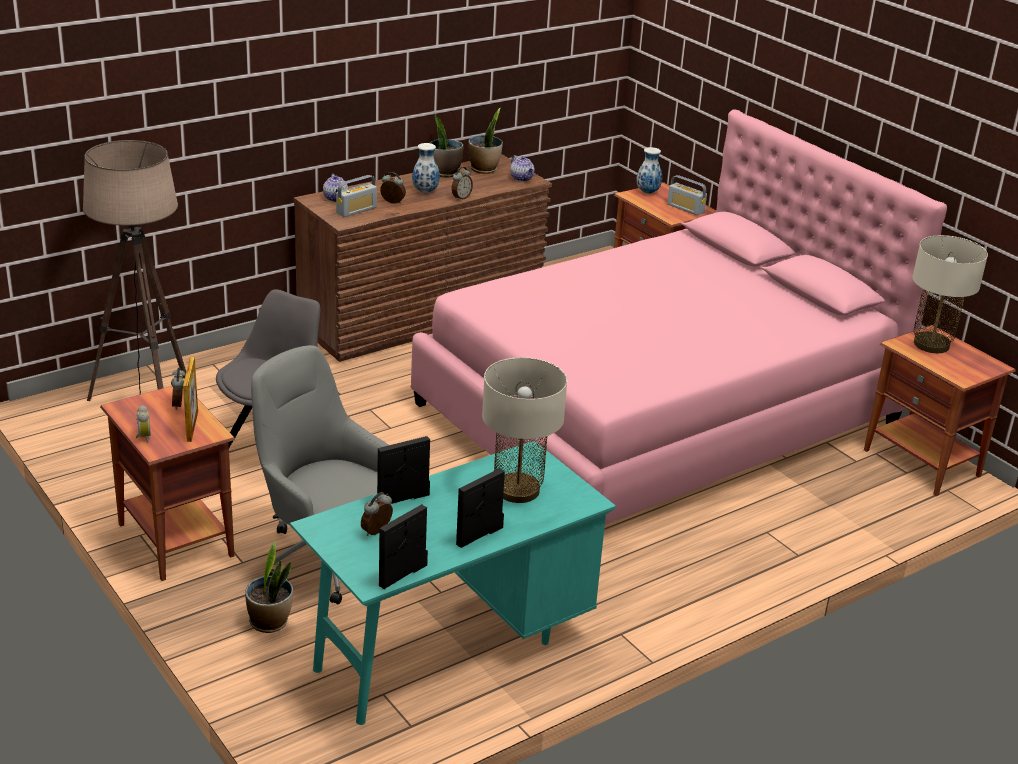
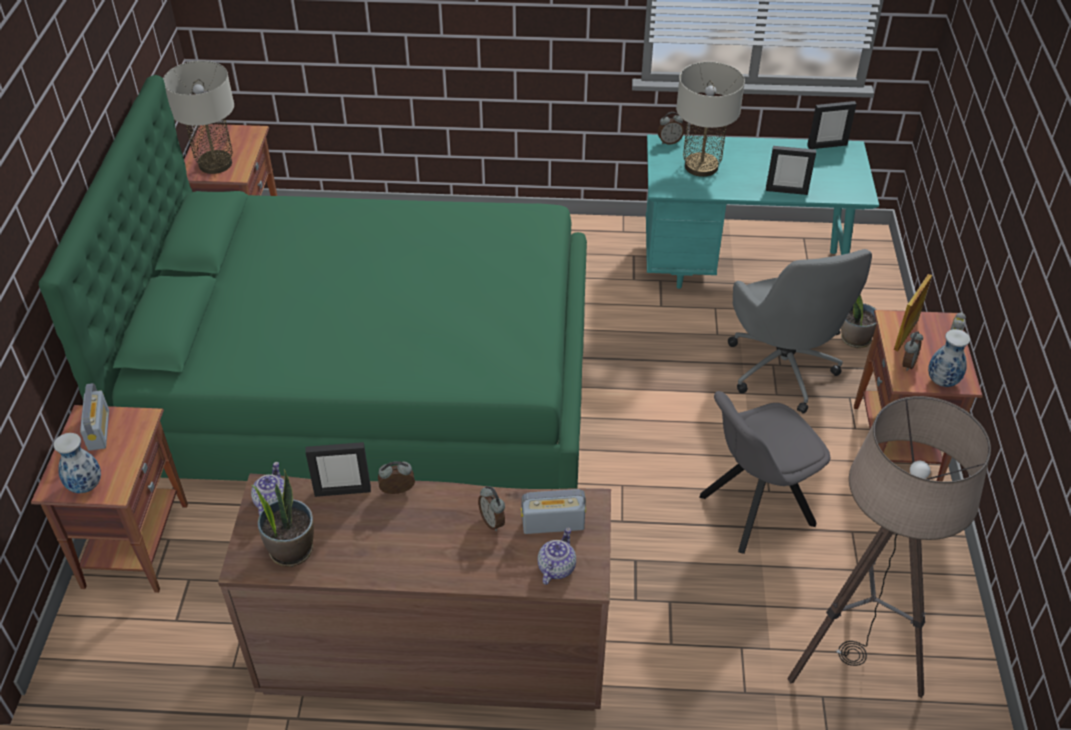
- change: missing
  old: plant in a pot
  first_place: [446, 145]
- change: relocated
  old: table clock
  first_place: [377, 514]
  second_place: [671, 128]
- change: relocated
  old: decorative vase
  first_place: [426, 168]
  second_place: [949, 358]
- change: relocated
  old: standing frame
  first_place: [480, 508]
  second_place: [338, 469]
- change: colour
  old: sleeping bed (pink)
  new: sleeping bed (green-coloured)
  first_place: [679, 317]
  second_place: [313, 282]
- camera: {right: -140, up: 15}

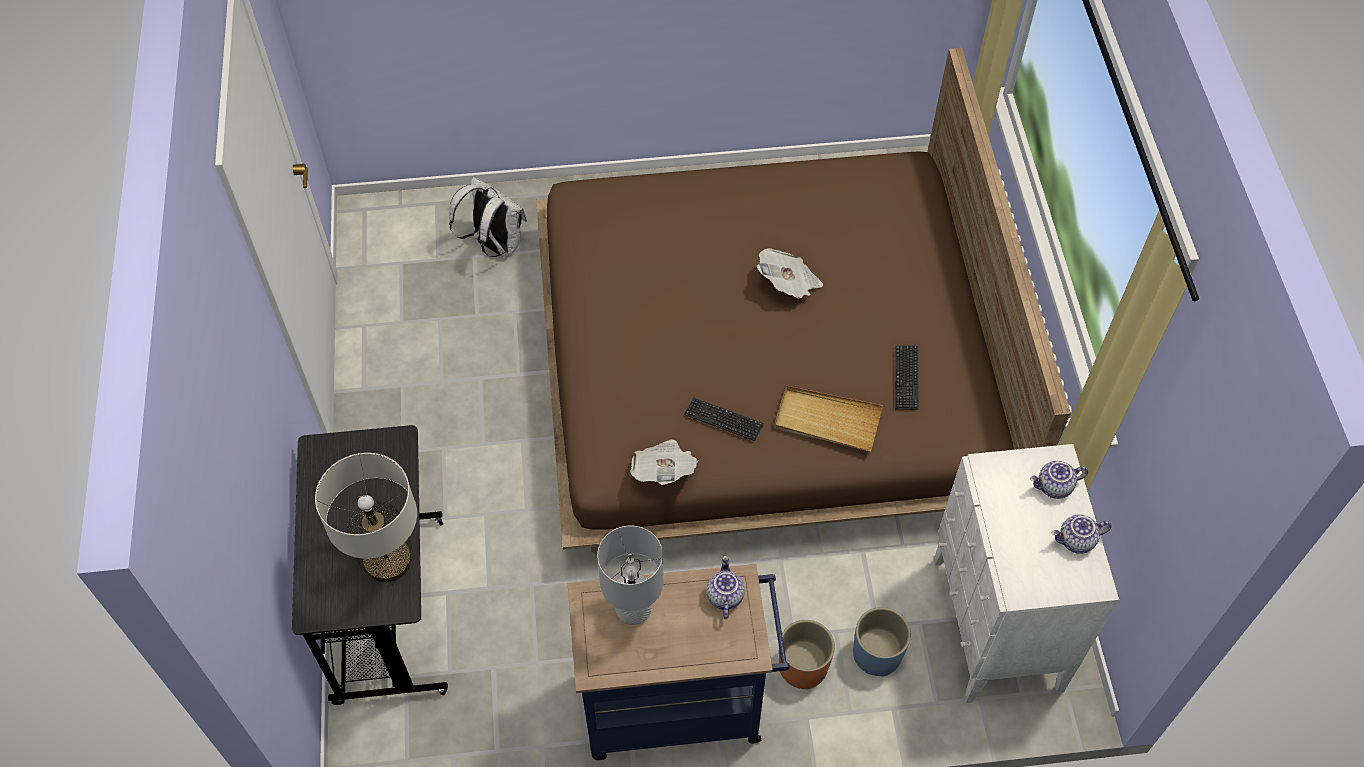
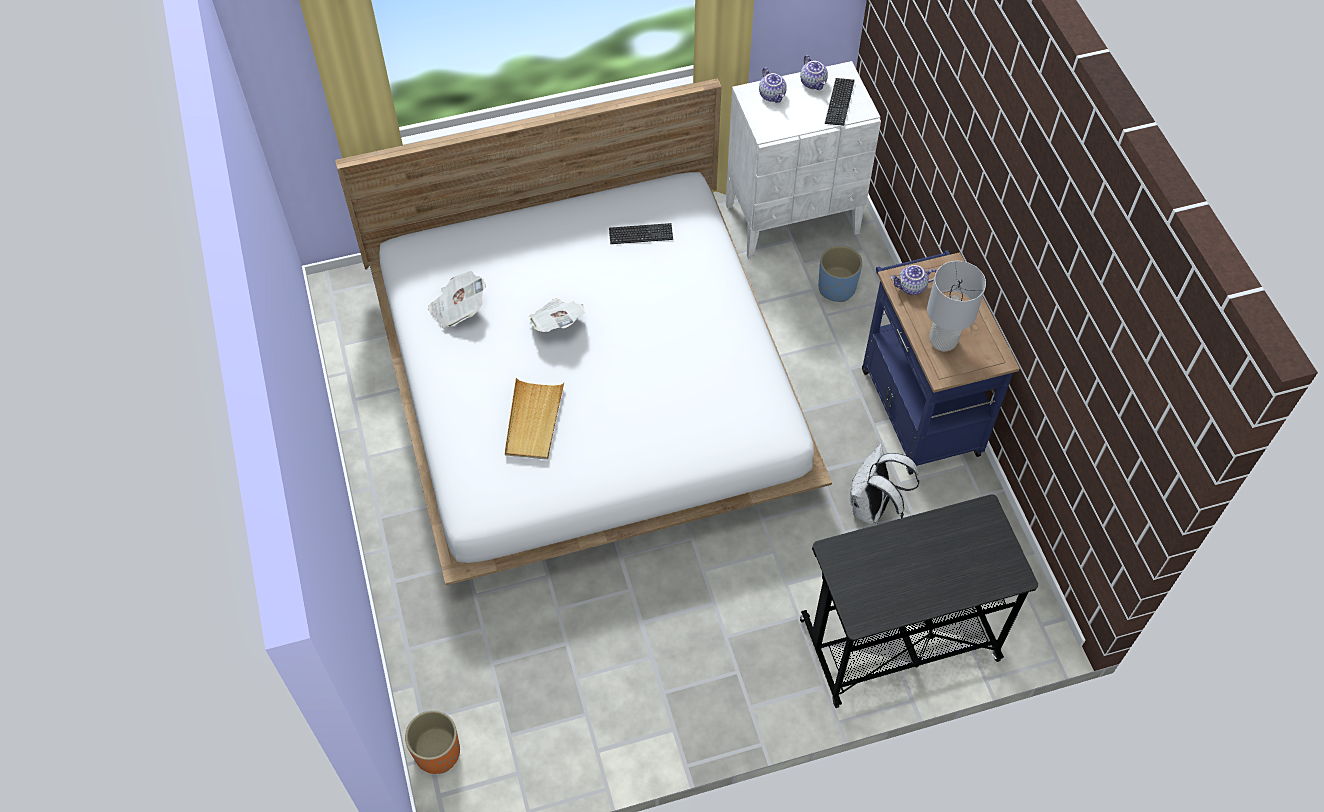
- change: missing
  old: tabletop lamp
  first_place: [366, 517]
- change: relocated
  old: rucksack (white-coloured)
  first_place: [488, 217]
  second_place: [884, 484]
- change: relocated
  old: daily paper
  first_place: [664, 462]
  second_place: [457, 300]
- change: relocated
  old: computer keyboard
  first_place: [724, 419]
  second_place: [840, 102]
- change: relocated
  old: tray (beige)
  first_place: [828, 419]
  second_place: [534, 419]
- change: relocated
  old: flower pot (orange-coloured)
  first_place: [807, 654]
  second_place: [432, 742]
- change: colour
  old: sleeping bed (brownish)
  new: sleeping bed (white-coloured)
  first_place: [803, 301]
  second_place: [583, 331]
- camera: {right: -100, up: 0}

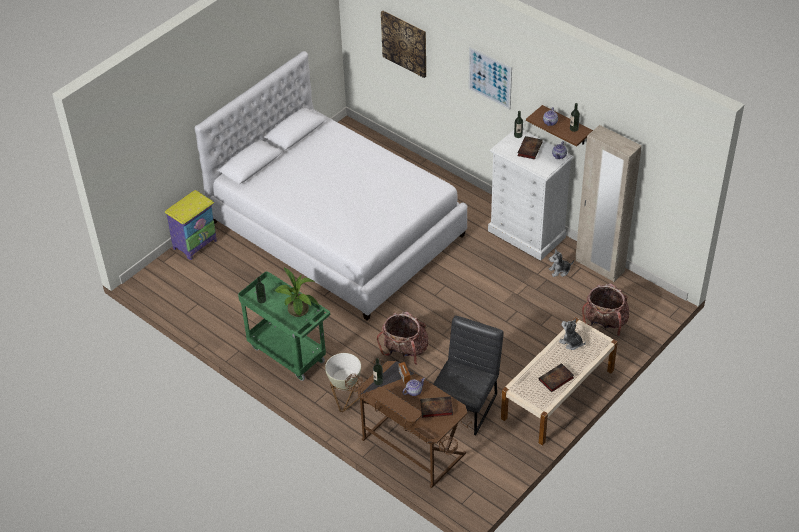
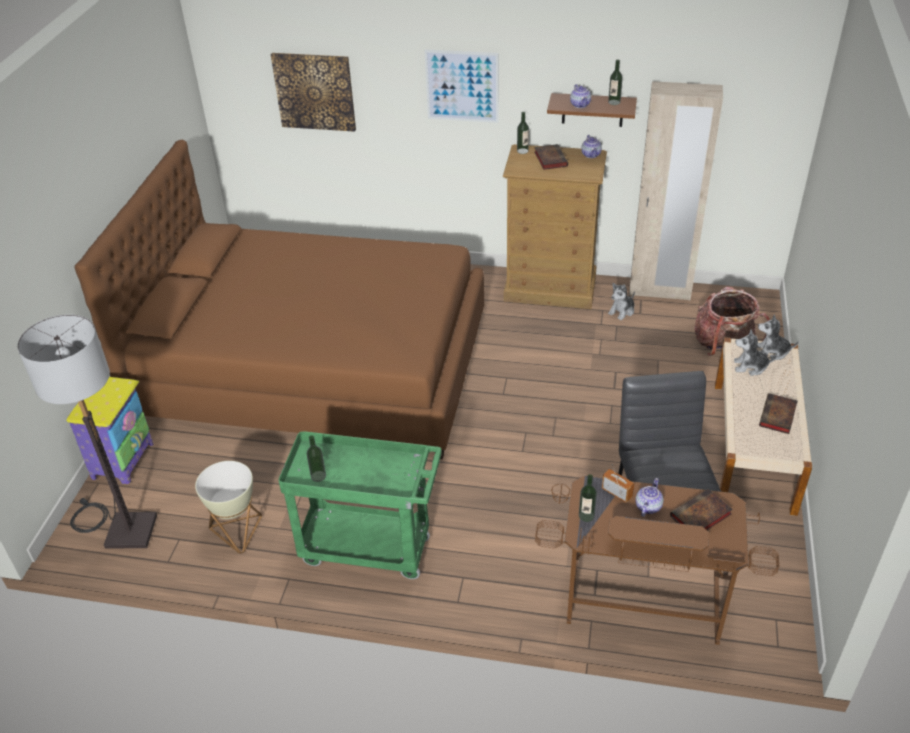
- change: missing
  old: plant in a pot
  first_place: [296, 292]
- change: missing
  old: rucksack
  first_place: [402, 338]
- change: appeared
  new: floor lamp
  second_place: [87, 431]
- change: appeared
  new: soft toy
  second_place: [778, 337]
- change: relocated
  old: flower pot
  first_place: [343, 382]
  second_place: [228, 507]
- change: colour
  old: sleeping bed (white-coloured)
  new: sleeping bed (brownish)
  first_place: [331, 186]
  second_place: [279, 299]
- change: colour
  old: chest of drawers (white-coloured)
  new: chest of drawers (brownish)
  first_place: [531, 195]
  second_place: [555, 226]
- camera: {right: -30, up: -5}

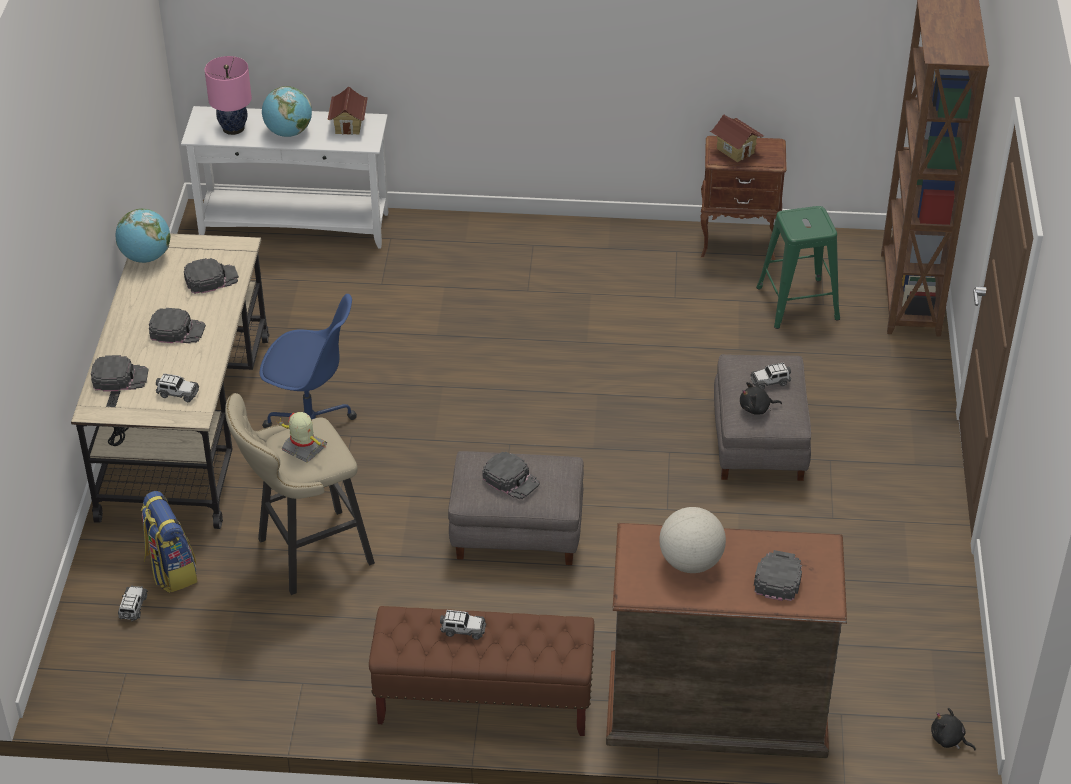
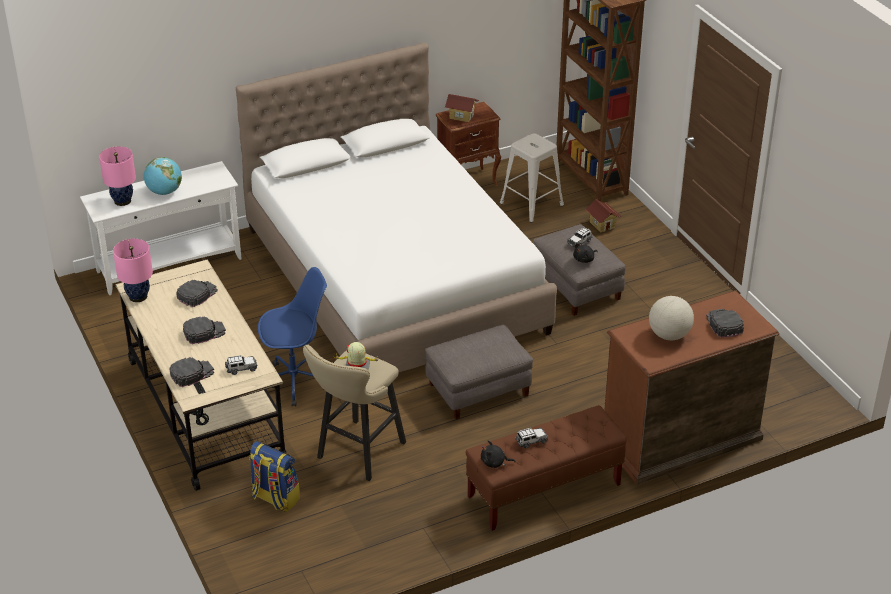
- change: missing
  old: toy car
  first_place: [133, 603]
- change: missing
  old: baseball cap (black)
  first_place: [511, 475]
- change: appeared
  new: sleeping bed (white-coloured)
  second_place: [396, 207]
- change: relocated
  old: toy house
  first_place: [348, 111]
  second_place: [603, 216]
- change: relocated
  old: soft toy (black)
  first_place: [953, 729]
  second_place: [498, 454]
- change: exchanged
  old: world globe
  new: tabletop lamp (pink)
  first_place: [143, 235]
  second_place: [133, 270]
- change: colour
  old: sitting stool (green-coloured)
  new: sitting stool (white-coloured)
  first_place: [798, 267]
  second_place: [532, 177]
- camera: {right: -30, up: -5}

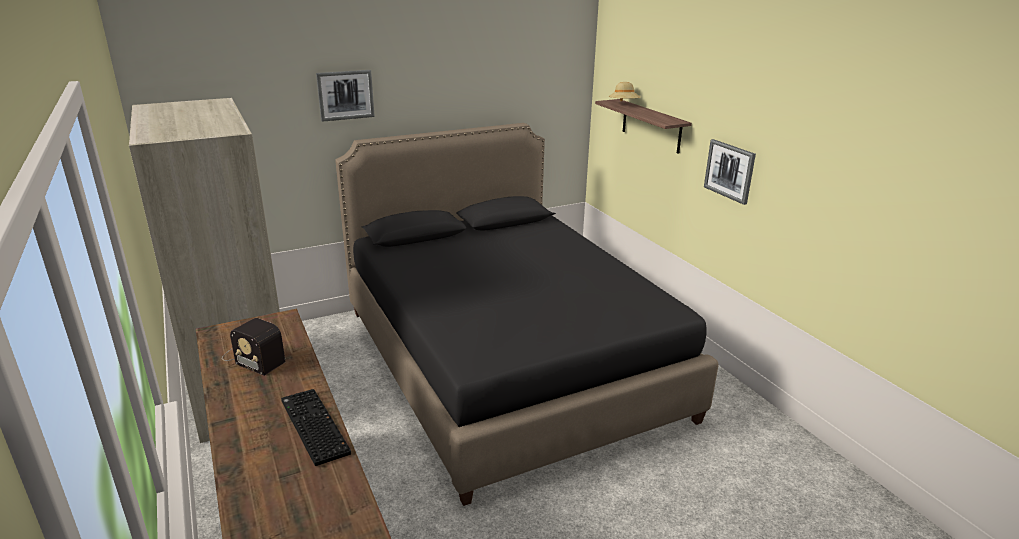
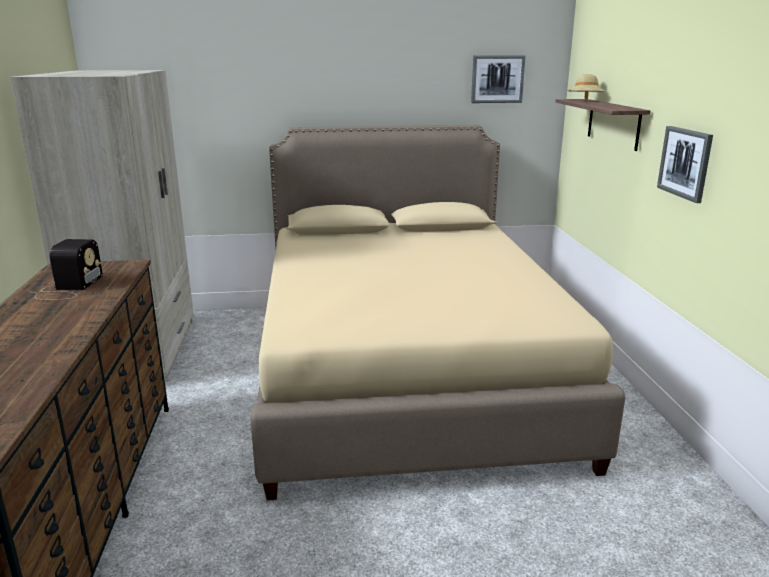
- change: missing
  old: computer keyboard
  first_place: [316, 427]
- change: relocated
  old: picture
  first_place: [345, 96]
  second_place: [498, 79]
- change: colour
  old: sleeping bed (black)
  new: sleeping bed (beige)
  first_place: [527, 314]
  second_place: [437, 312]
- change: spun
  old: radio
  first_place: [254, 347]
  second_place: [68, 269]
  degrees: -135
- camera: {right: 20, up: -5}

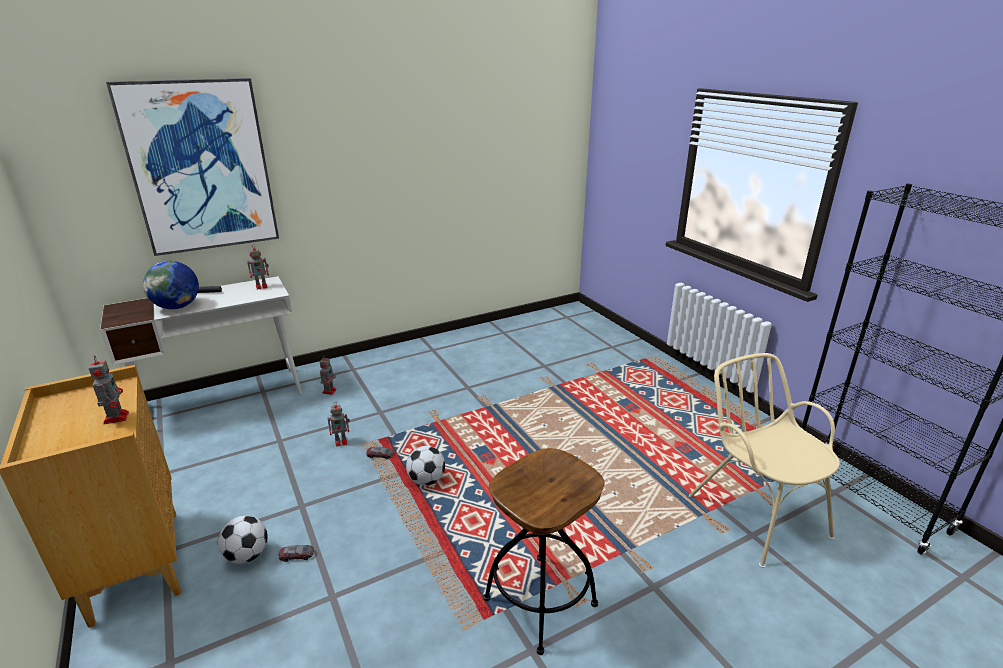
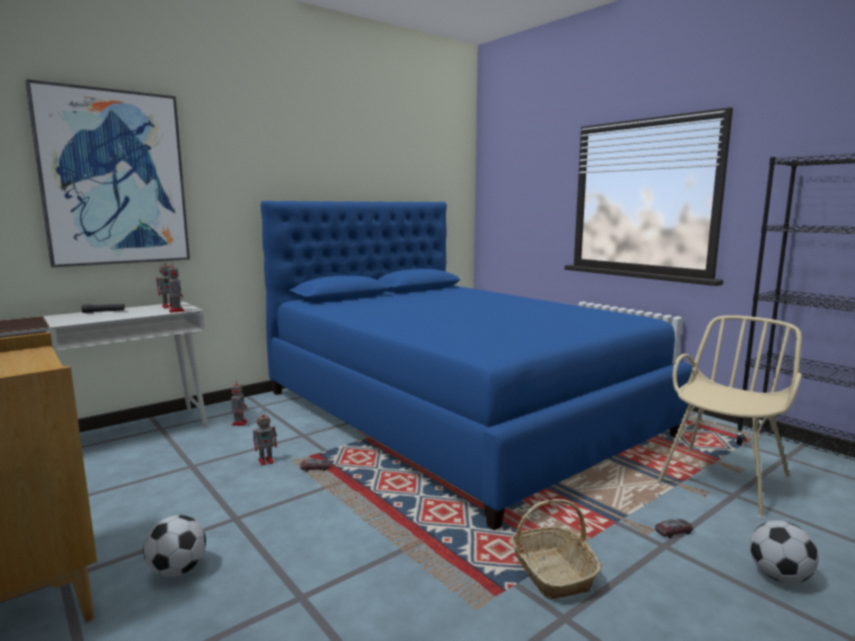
- change: missing
  old: world globe
  first_place: [171, 285]
- change: appeared
  new: sleeping bed (bluish)
  second_place: [476, 365]
- change: relocated
  old: model robot
  first_place: [108, 389]
  second_place: [176, 287]
- change: relocated
  old: toy car
  first_place: [296, 553]
  second_place: [674, 528]
- change: relocated
  old: football
  first_place: [425, 466]
  second_place: [784, 551]
- change: exchanged
  old: sitting stool (brownish)
  new: storage basket
  first_place: [543, 551]
  second_place: [556, 549]
- change: spun
  old: plain chair (beige)
  first_place: [764, 460]
  second_place: [729, 417]
  degrees: 75
- camera: {right: -10, up: -15}

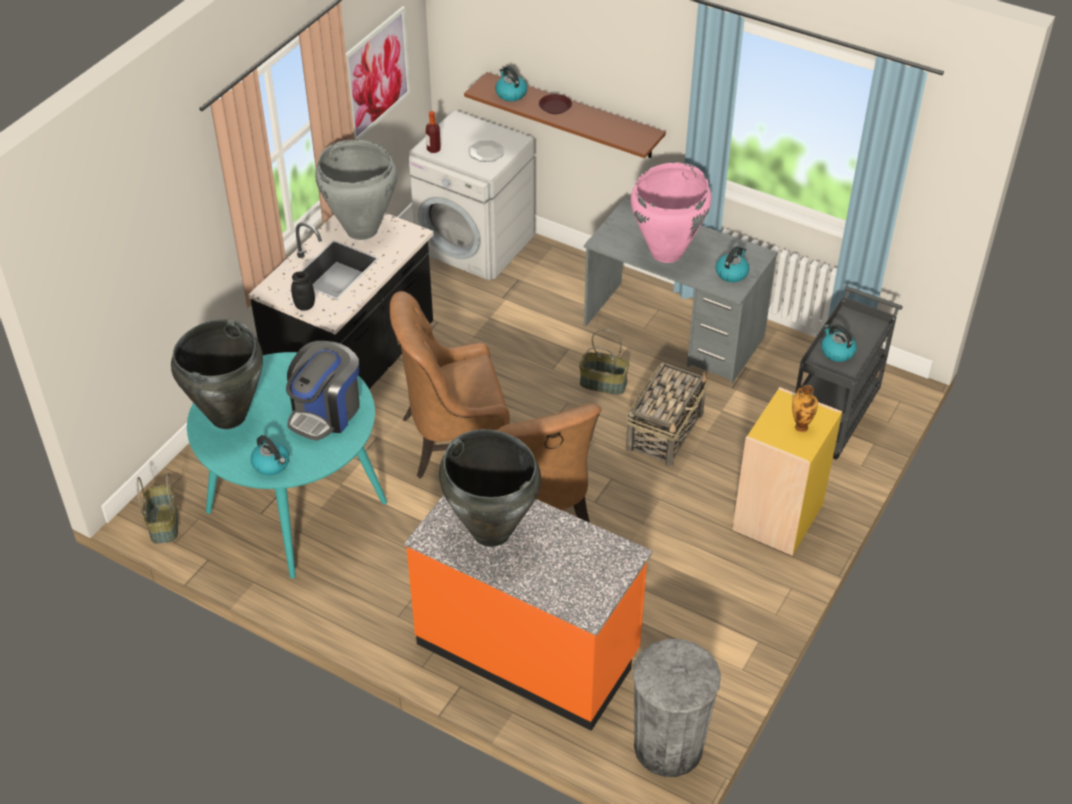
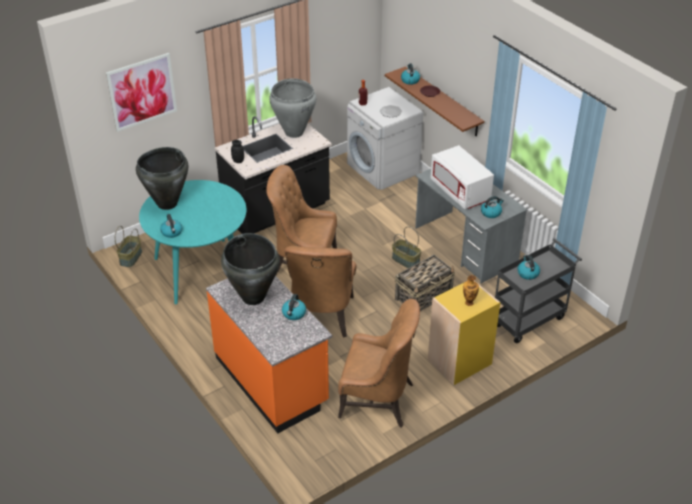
- change: missing
  old: coffee machine
  first_place: [323, 391]
- change: missing
  old: trash can (greyish)
  first_place: [677, 708]
- change: appeared
  new: kettle
  second_place: [294, 307]
- change: appeared
  new: plain chair (brownish)
  second_place: [379, 363]
- change: relocated
  old: picture
  first_place: [378, 73]
  second_place: [141, 92]
- change: exchanged
  old: decorative vase (pink)
  new: microwave (white-coloured)
  first_place: [671, 212]
  second_place: [462, 177]
- camera: {right: 25, up: -5}

